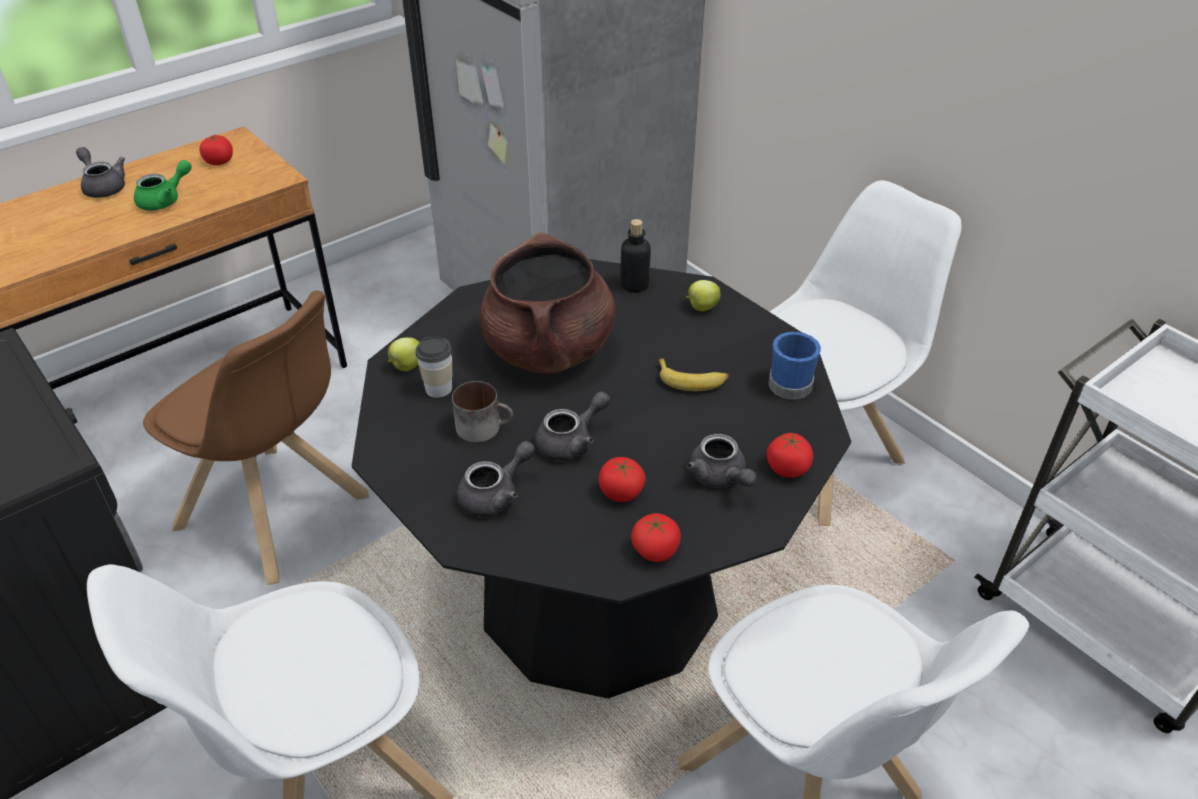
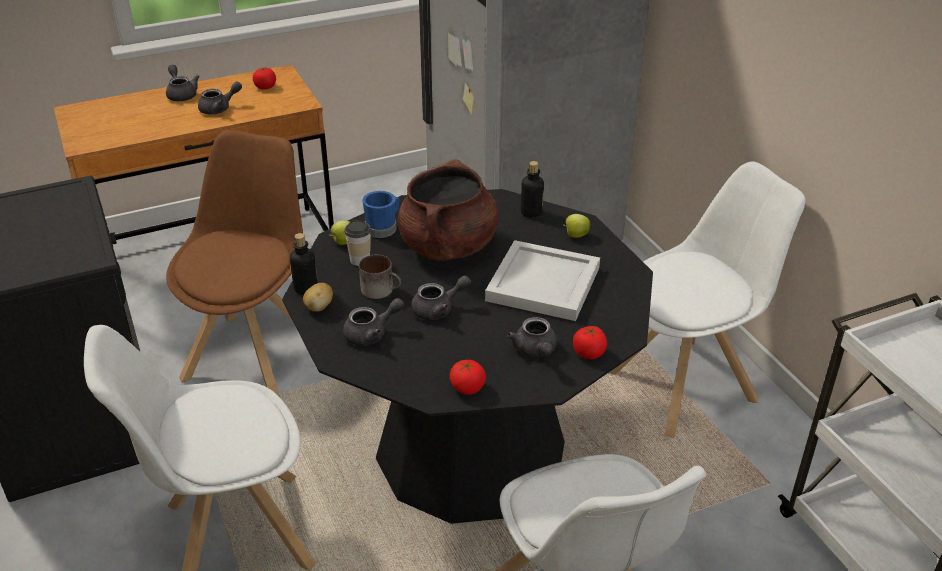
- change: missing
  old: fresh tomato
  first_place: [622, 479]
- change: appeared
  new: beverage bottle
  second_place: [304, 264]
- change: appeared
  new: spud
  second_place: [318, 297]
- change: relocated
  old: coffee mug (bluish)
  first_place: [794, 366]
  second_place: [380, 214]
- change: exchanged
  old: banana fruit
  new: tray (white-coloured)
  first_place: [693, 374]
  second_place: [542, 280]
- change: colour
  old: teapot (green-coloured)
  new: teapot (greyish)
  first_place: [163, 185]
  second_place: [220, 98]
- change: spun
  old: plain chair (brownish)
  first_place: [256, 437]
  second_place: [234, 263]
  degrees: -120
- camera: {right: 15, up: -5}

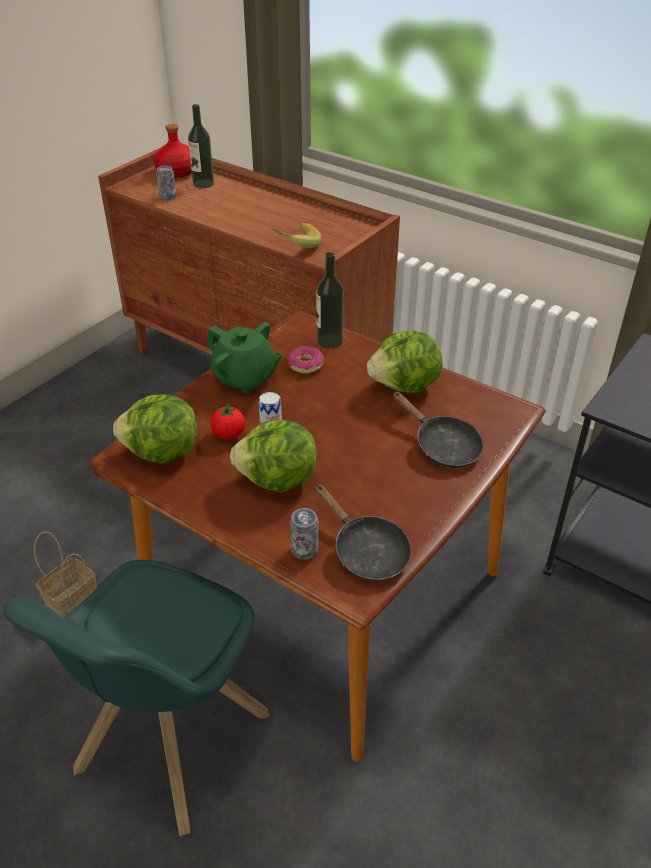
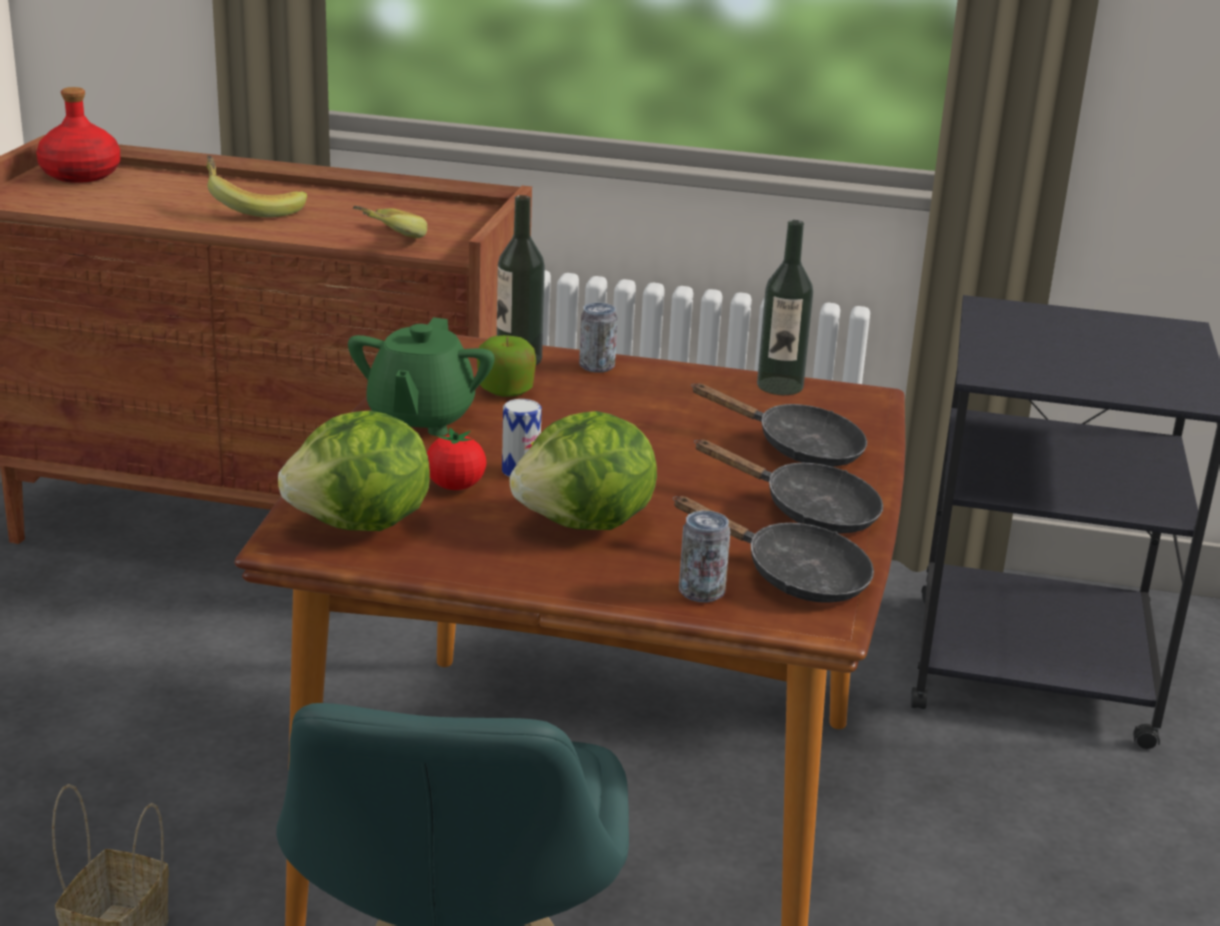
- change: missing
  old: lettuce
  first_place: [405, 362]
- change: appeared
  new: banana fruit
  second_place: [256, 186]
- change: appeared
  new: pan (black)
  second_place: [788, 486]
- change: relocated
  old: metal can
  first_place: [166, 183]
  second_place: [598, 338]
- change: relocated
  old: beverage bottle
  first_place: [201, 146]
  second_place: [785, 307]
- change: exchanged
  old: ring doughnut
  new: whole apple
  first_place: [305, 360]
  second_place: [506, 366]
- change: spun
  old: teapot (green-coloured)
  first_place: [244, 358]
  second_place: [421, 376]
  degrees: 90
- camera: {right: -25, up: -15}

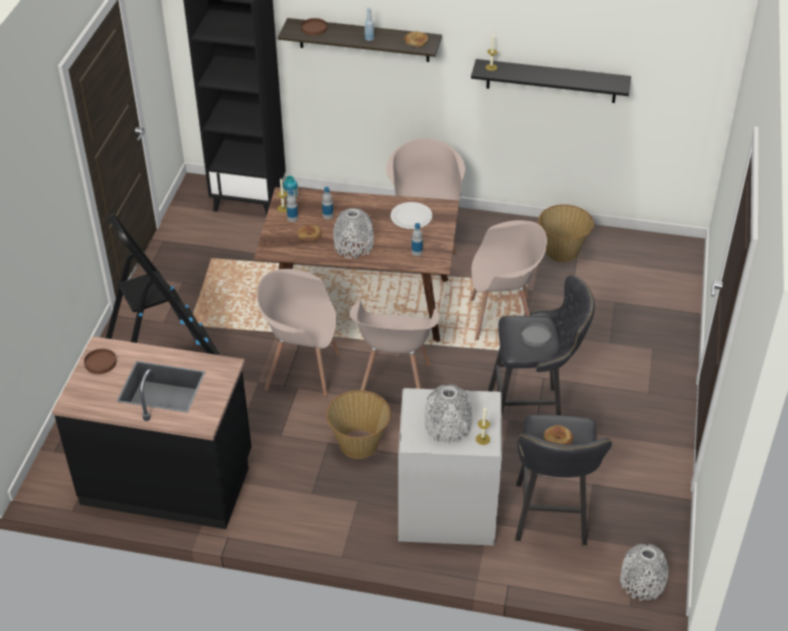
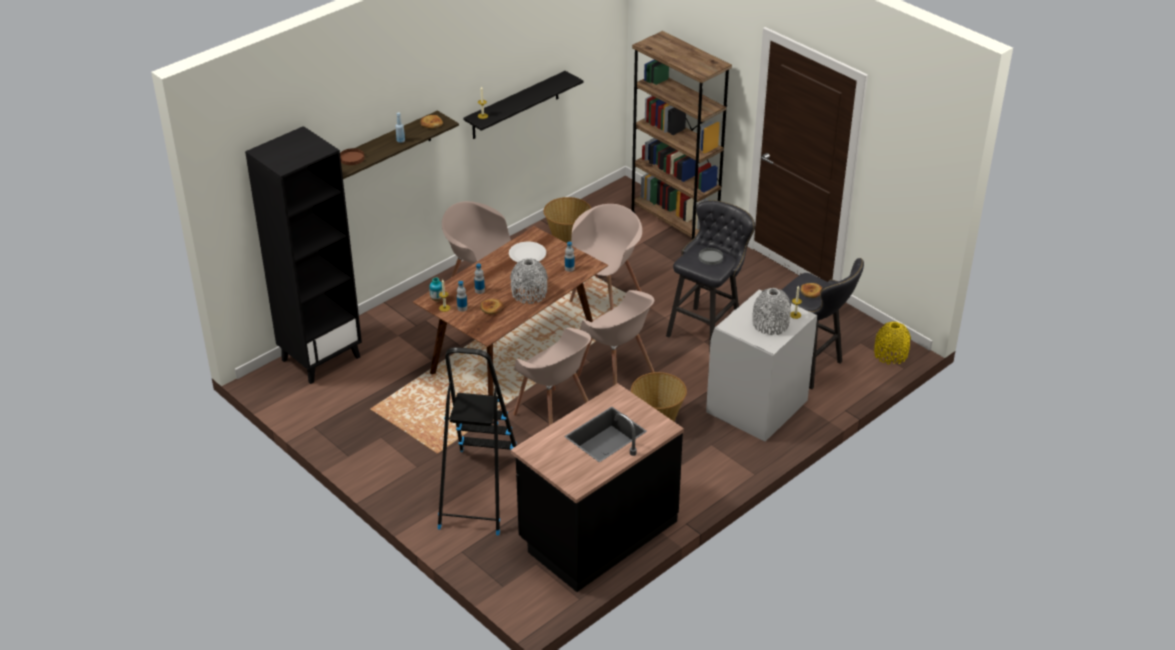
- change: missing
  old: flat dish (brownish)
  first_place: [100, 361]
- change: appeared
  new: bookshelf (brownish)
  second_place: [682, 135]
- change: colour
  old: decorative vase (greyish)
  new: decorative vase (yellowish)
  first_place: [644, 572]
  second_place: [892, 343]
- change: spun
  old: plain chair (beige)
  first_place: [298, 333]
  second_place: [552, 377]
  degrees: -90
- camera: {right: -55, up: -5}

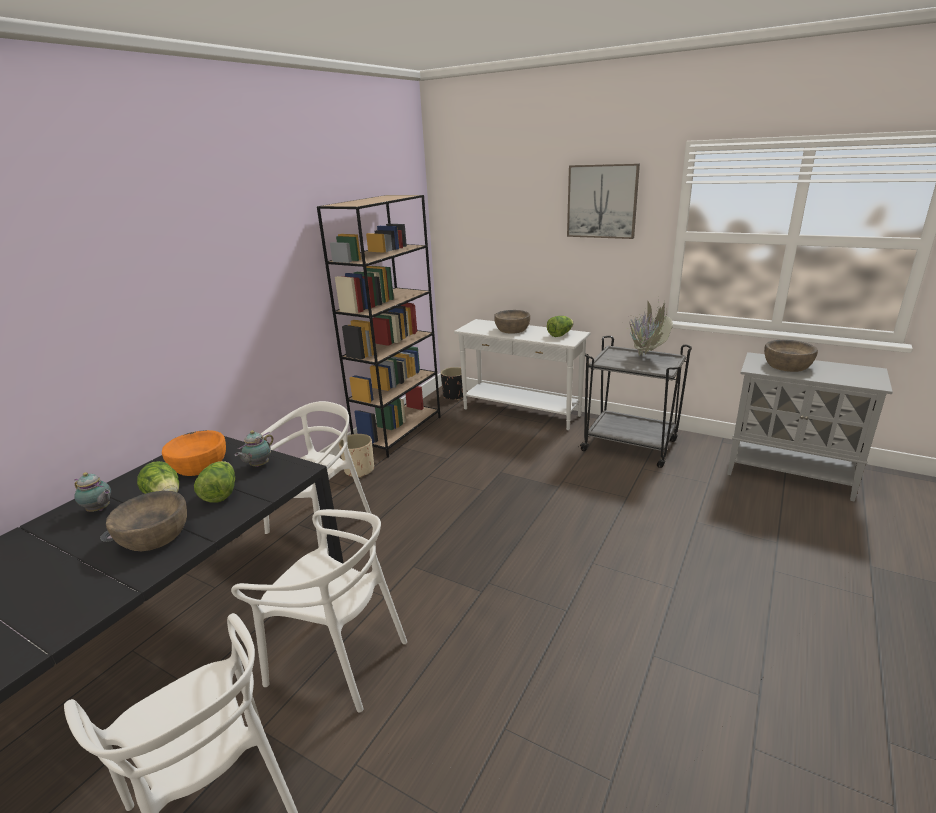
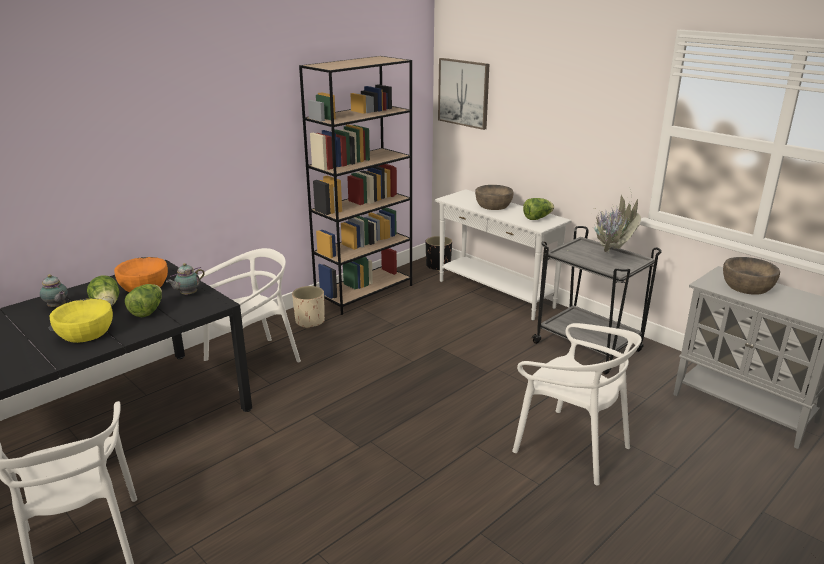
- change: relocated
  old: plain chair (white-coloured)
  first_place: [319, 611]
  second_place: [577, 404]
- change: relocated
  old: picture
  first_place: [603, 201]
  second_place: [463, 94]
- change: colour
  old: bowl (brownish)
  new: bowl (yellowish)
  first_place: [146, 521]
  second_place: [81, 320]
- camera: {right: 15, up: 0}

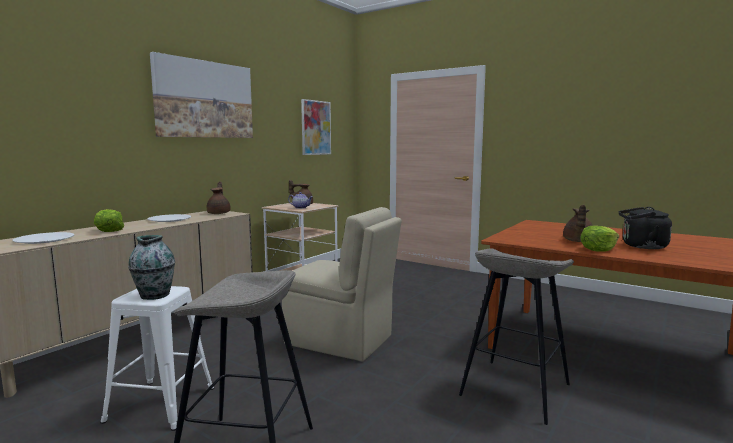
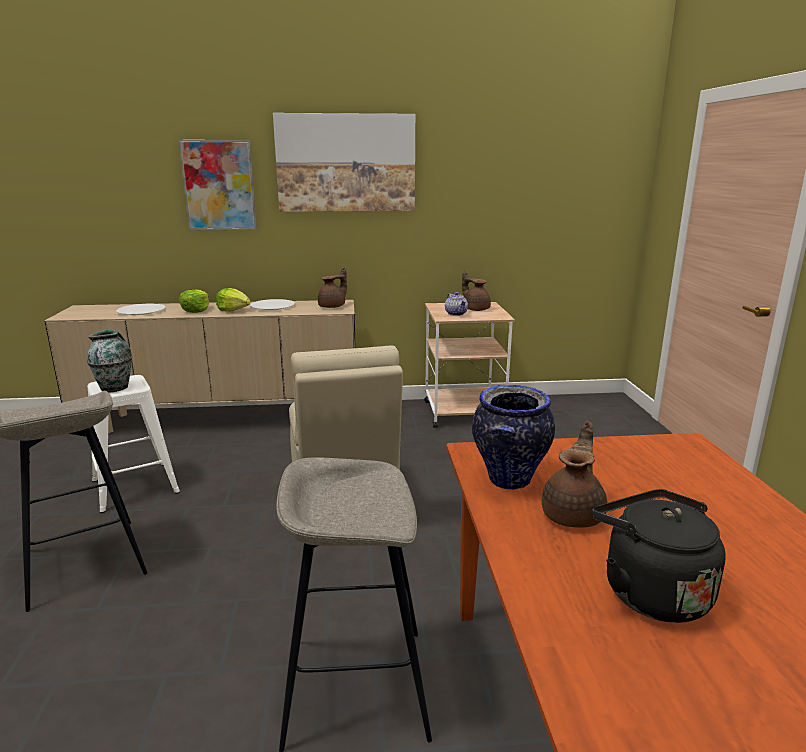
- change: appeared
  new: decorative vase
  second_place: [513, 437]
- change: relocated
  old: picture
  first_place: [316, 127]
  second_place: [218, 185]
- change: relocated
  old: lettuce
  first_place: [599, 239]
  second_place: [233, 300]
- change: spun
  old: teapot (brownish)
  first_place: [578, 223]
  second_place: [574, 474]
  degrees: 135
- camera: {right: 50, up: 10}

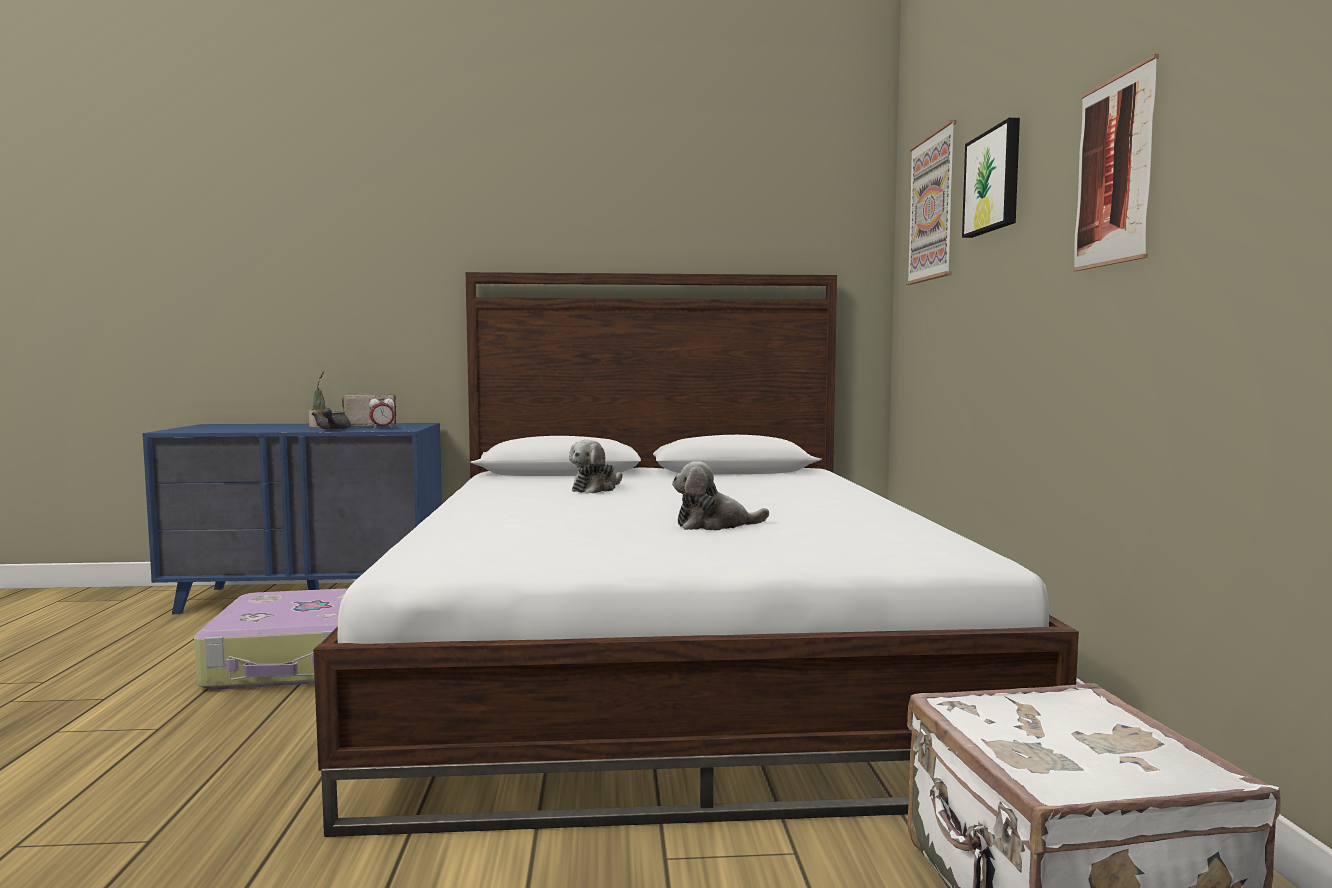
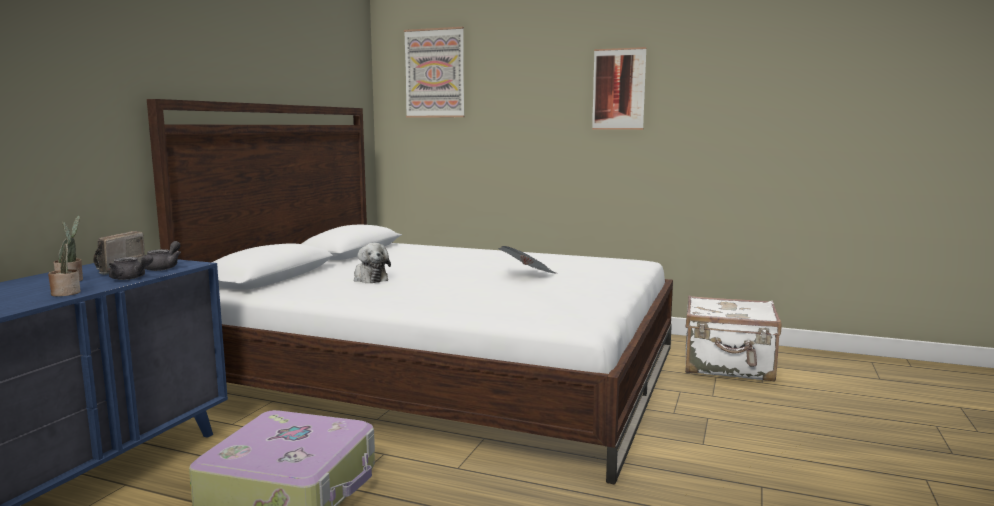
- change: missing
  old: picture
  first_place: [991, 178]
- change: appeared
  new: plant in a pot
  second_place: [64, 259]
- change: exchanged
  old: table clock
  new: teapot (greyish)
  first_place: [382, 411]
  second_place: [162, 256]
- change: exchanged
  old: soft toy
  new: daily paper
  first_place: [720, 495]
  second_place: [527, 259]
- camera: {right: -65, up: 5}

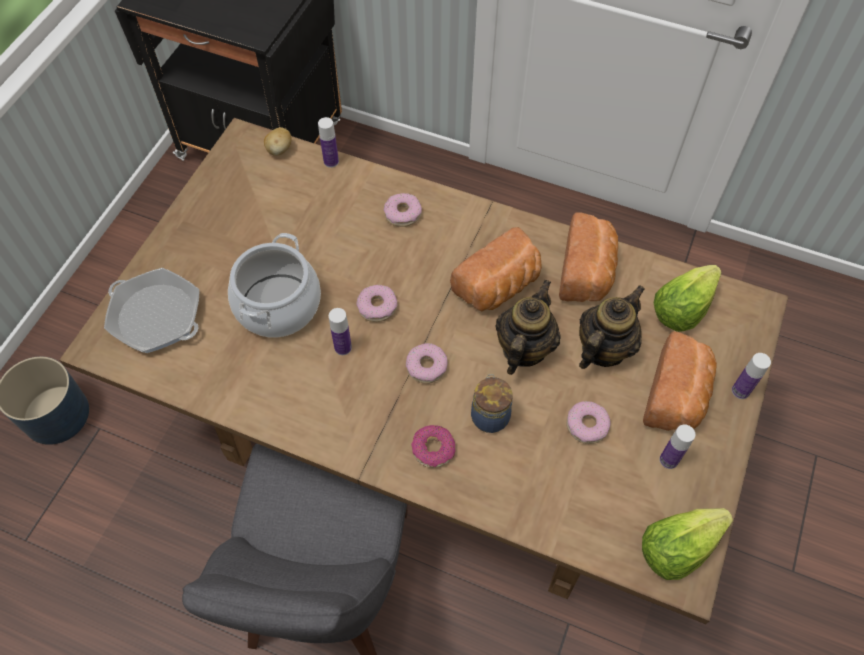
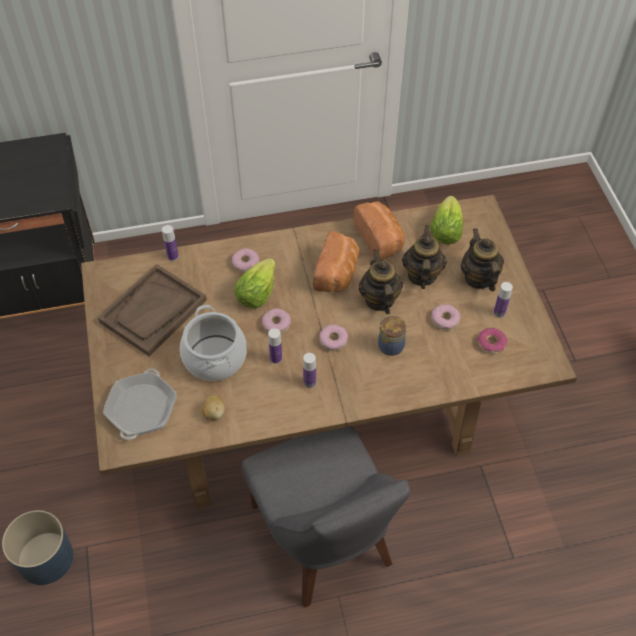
- change: appeared
  new: tray (brownish)
  second_place: [152, 310]
- change: relocated
  old: spud
  first_place: [278, 141]
  second_place: [213, 407]
- change: relocated
  old: ring doughnut
  first_place: [433, 446]
  second_place: [492, 341]
- change: relocated
  old: lettuce
  first_place: [687, 544]
  second_place: [255, 283]
- change: relocated
  old: beverage bottle
  first_place: [751, 376]
  second_place: [309, 370]
- change: exchanged
  old: baked bread
  new: teapot
  first_place: [680, 381]
  second_place: [482, 259]
- change: spun
  old: pan
  first_place: [152, 310]
  second_place: [140, 404]
  degrees: 105
- camera: {right: -35, up: -5}

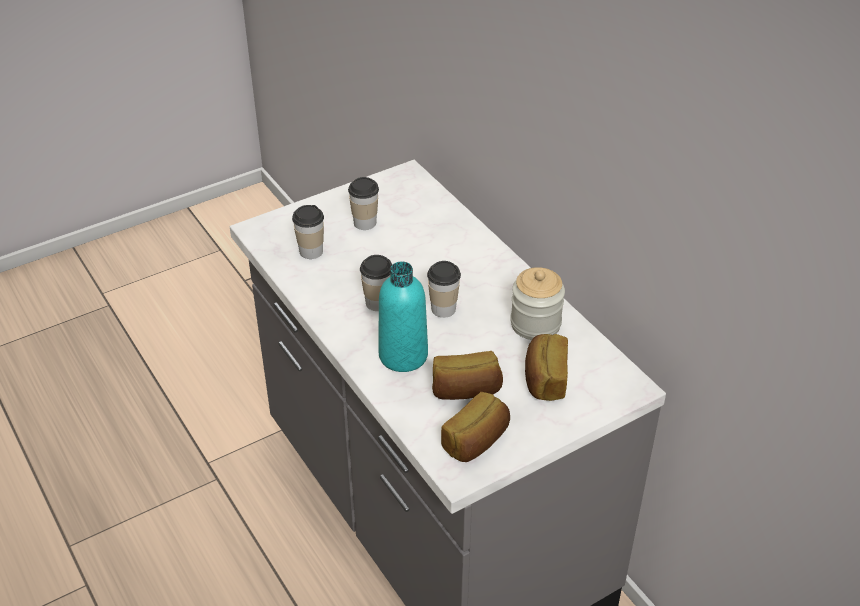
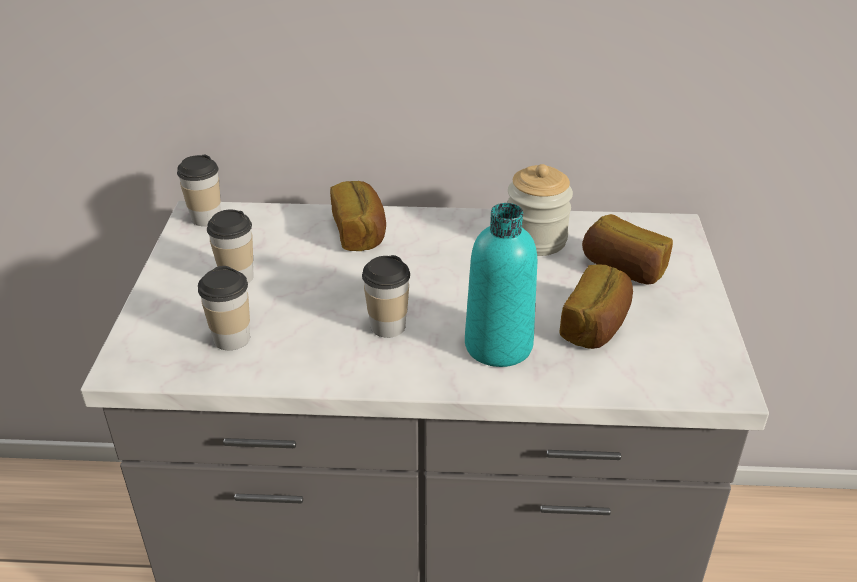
- change: relocated
  old: drinking cup
  first_place: [444, 289]
  second_place: [199, 190]
- change: relocated
  old: baked bread
  first_place: [475, 427]
  second_place: [358, 216]
- camera: {right: -55, up: -5}

